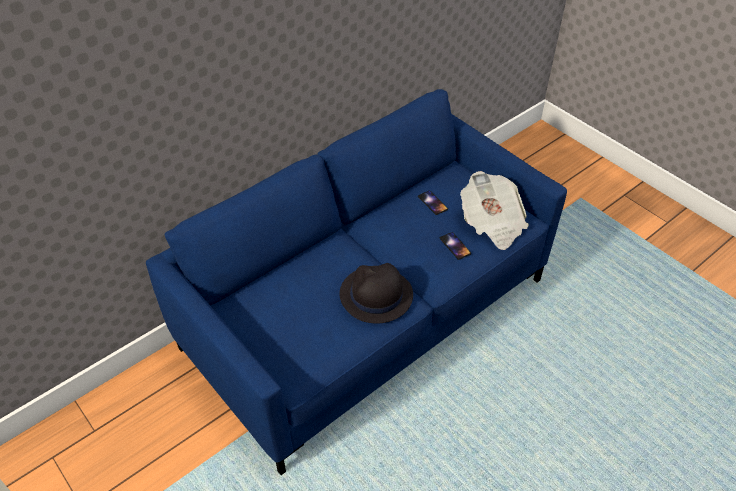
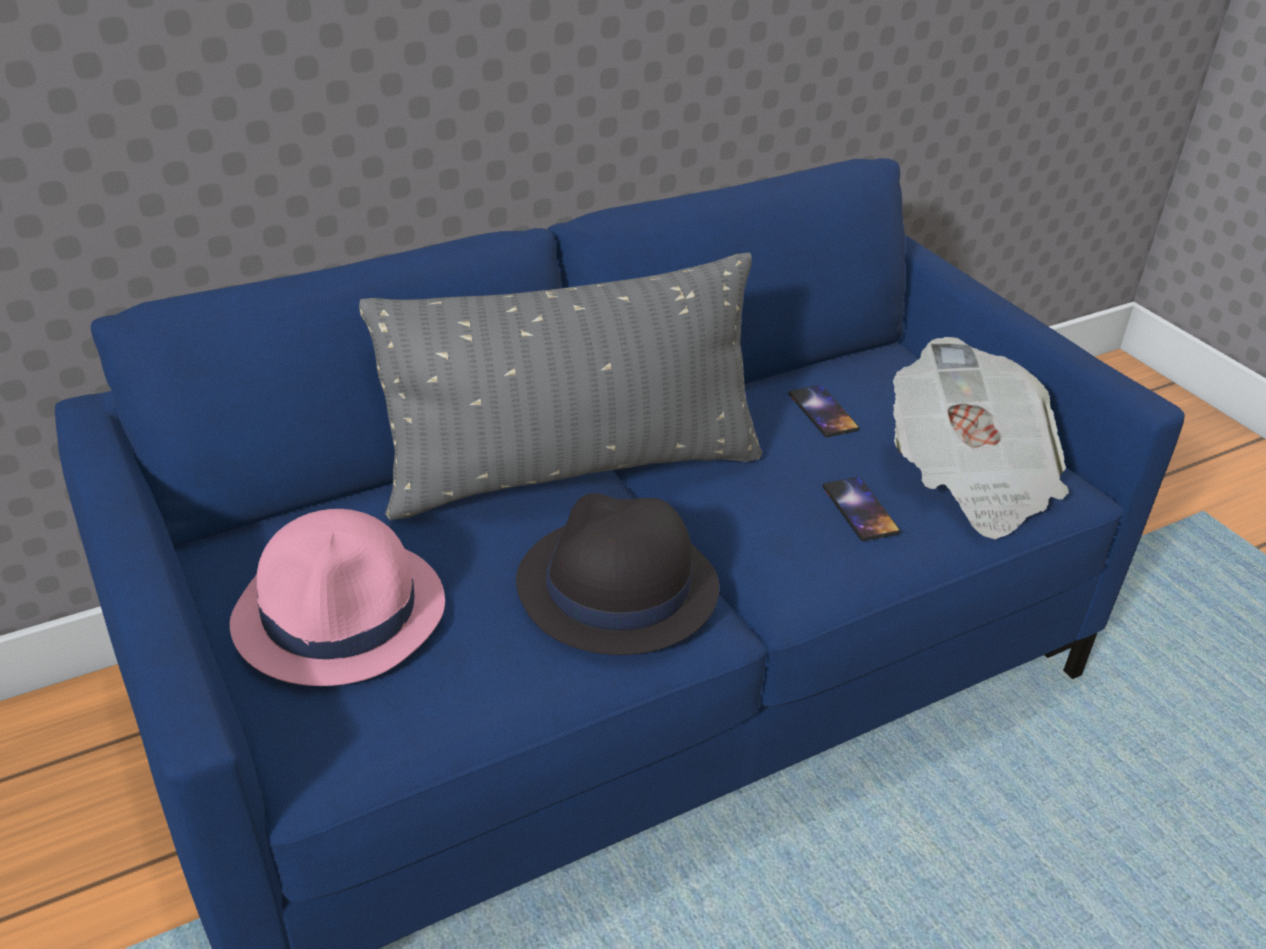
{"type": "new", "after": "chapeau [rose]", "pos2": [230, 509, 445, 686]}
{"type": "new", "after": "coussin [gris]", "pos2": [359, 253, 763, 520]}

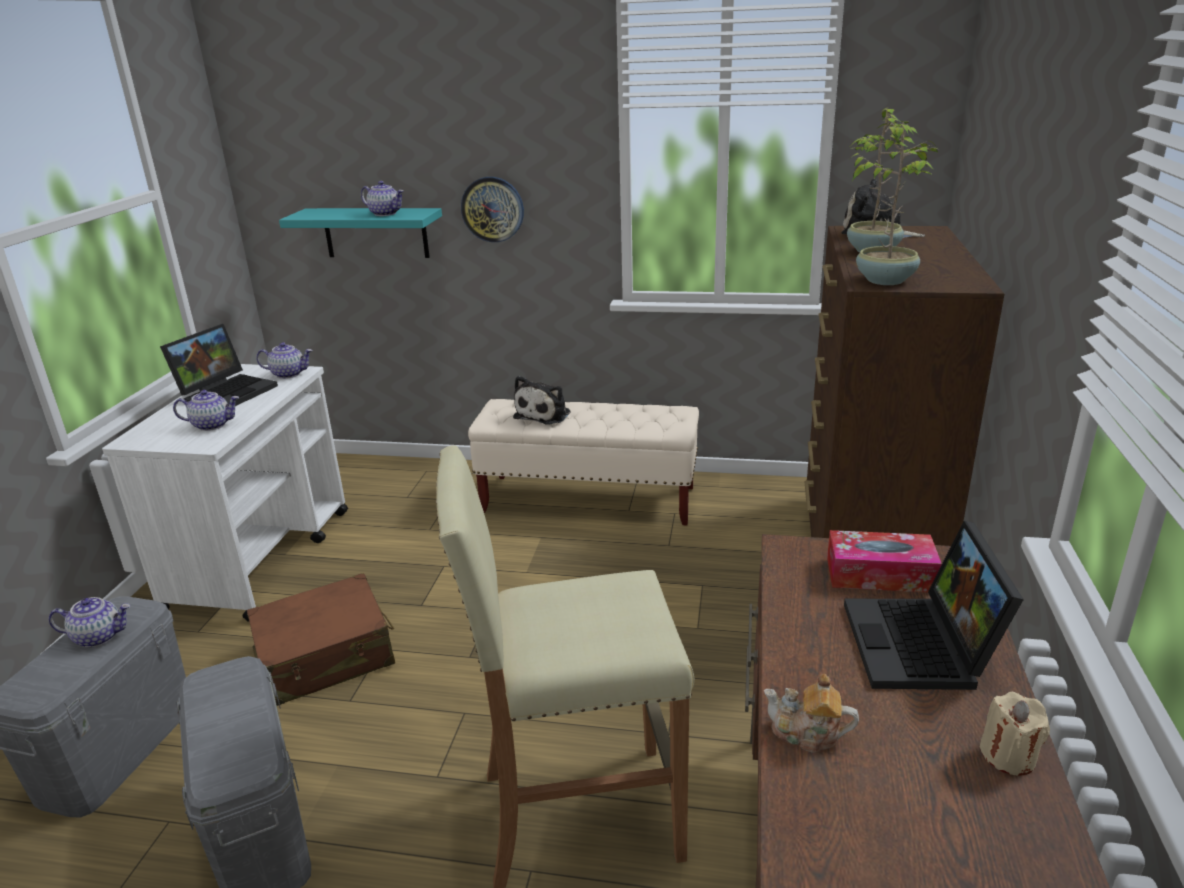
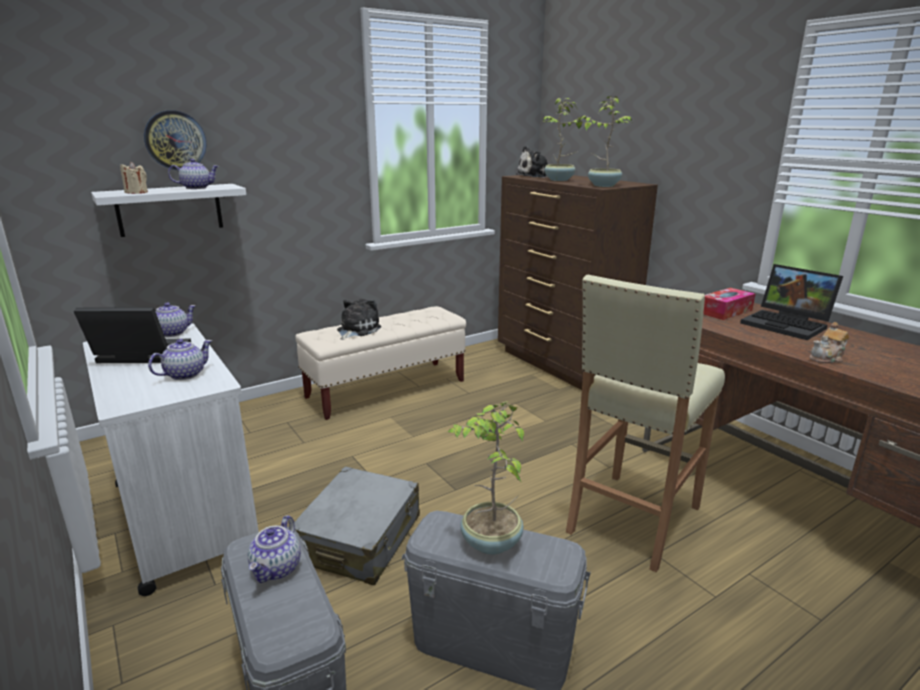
{"type": "new", "after": "plante en pot", "pos2": [448, 401, 524, 555]}
{"type": "shifted", "before": "horloge murale", "pos1": [461, 177, 524, 242], "pos2": [144, 110, 206, 170]}
{"type": "shifted", "before": "bougie [beige]", "pos1": [980, 692, 1050, 775], "pos2": [120, 162, 148, 194]}
{"type": "repainted", "before": "valise [marron]", "after": "valise [gris]", "pos1": [247, 573, 395, 706], "pos2": [294, 466, 420, 585]}
{"type": "repainted", "before": "étagère [turquoise]", "after": "étagère [blanc]", "pos1": [279, 208, 442, 258], "pos2": [91, 184, 246, 237]}
{"type": "rotated", "before": "théière", "pos1": [49, 597, 131, 647], "pos2": [248, 515, 301, 583], "turn": 150}
{"type": "rotated", "before": "ordinateur portable", "pos1": [160, 324, 278, 406], "pos2": [73, 307, 191, 363], "turn": -75}
{"type": "rotated", "before": "peluche", "pos1": [513, 376, 571, 425], "pos2": [337, 299, 381, 340], "turn": -135}

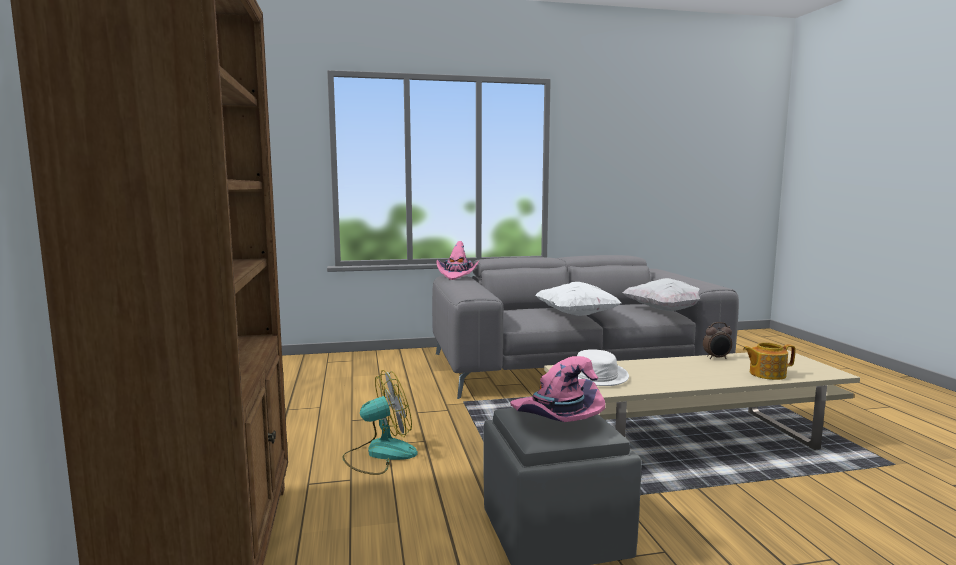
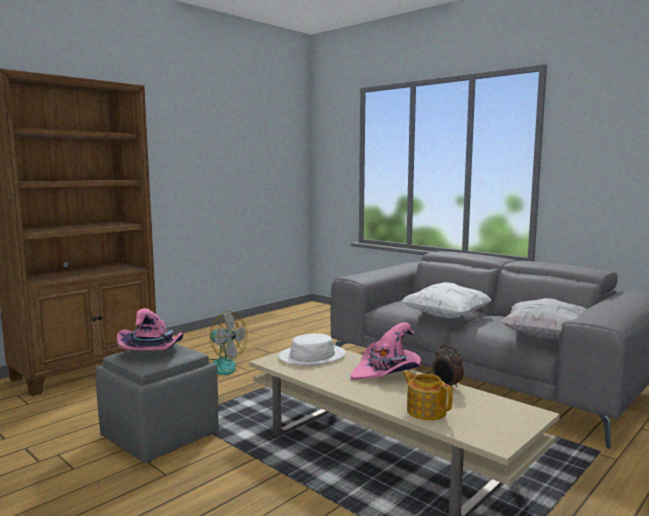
{"type": "shifted", "before": "chapeau [rose]", "pos1": [436, 241, 479, 280], "pos2": [350, 323, 421, 380]}

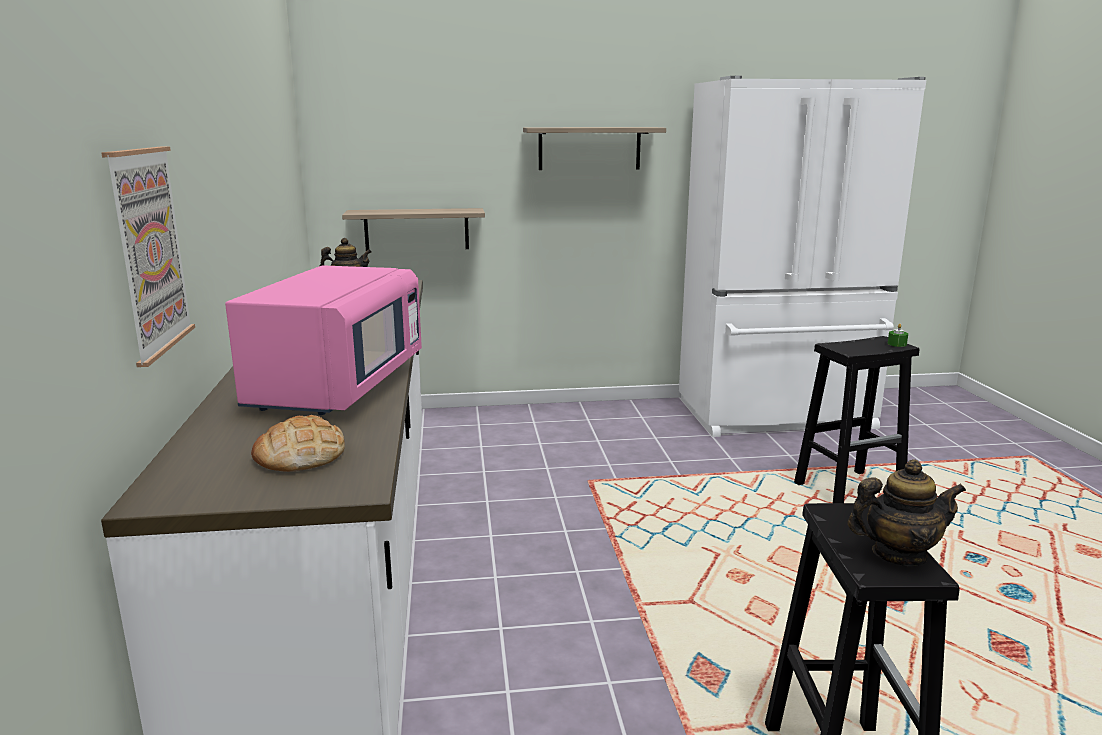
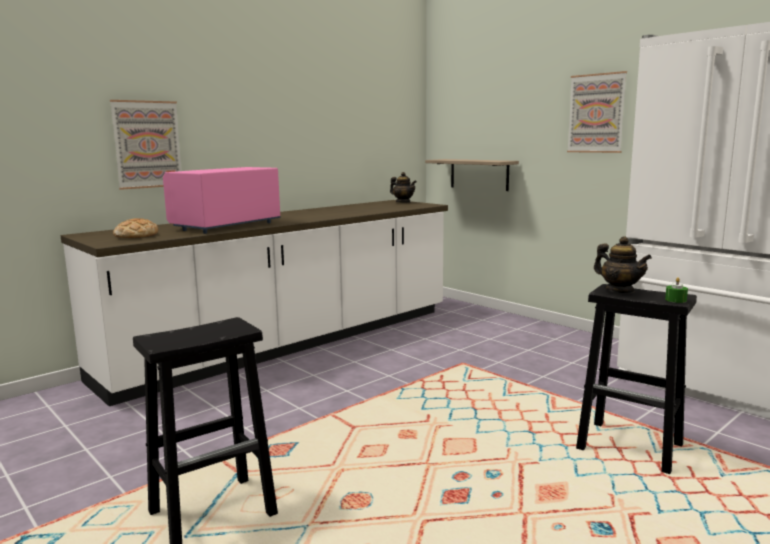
{"type": "shifted", "before": "théière", "pos1": [847, 459, 966, 566], "pos2": [594, 236, 652, 293]}
{"type": "swapped", "before": "étagère", "after": "tableau", "pos1": [523, 127, 666, 170], "pos2": [567, 71, 627, 153]}
{"type": "rotated", "before": "micro-ondes [rose]", "pos1": [225, 265, 422, 415], "pos2": [163, 167, 280, 234], "turn": 150}

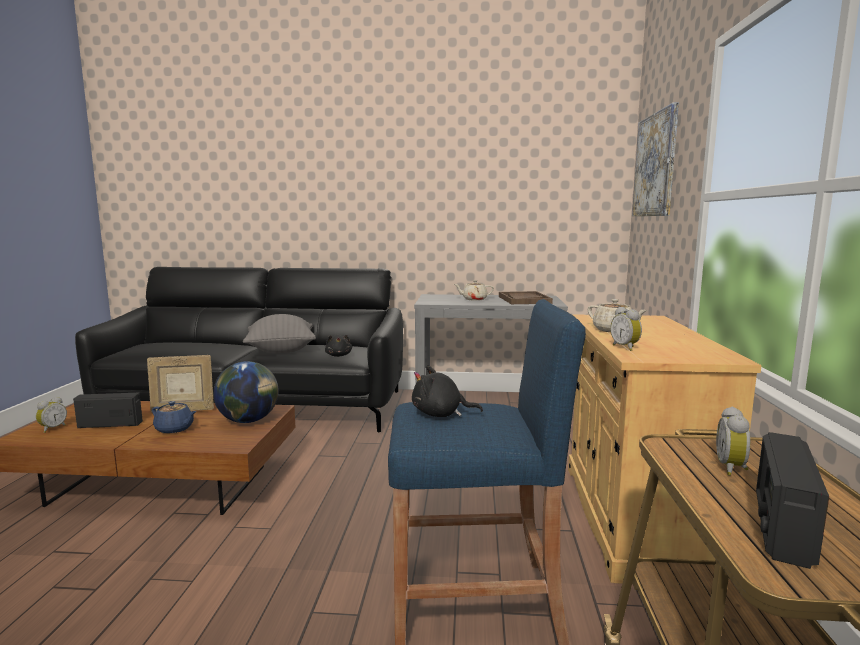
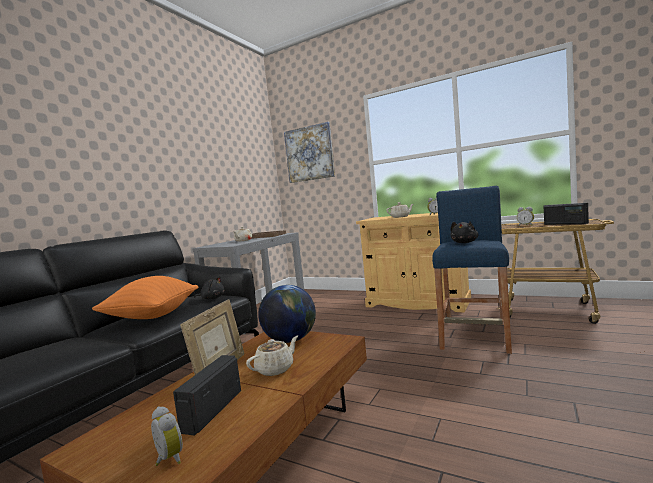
{"type": "repainted", "before": "théière [bleu]", "after": "théière [beige]", "pos1": [152, 401, 197, 434], "pos2": [246, 336, 298, 376]}
{"type": "repainted", "before": "coussin [gris]", "after": "coussin [orange]", "pos1": [243, 314, 316, 353], "pos2": [92, 276, 198, 319]}

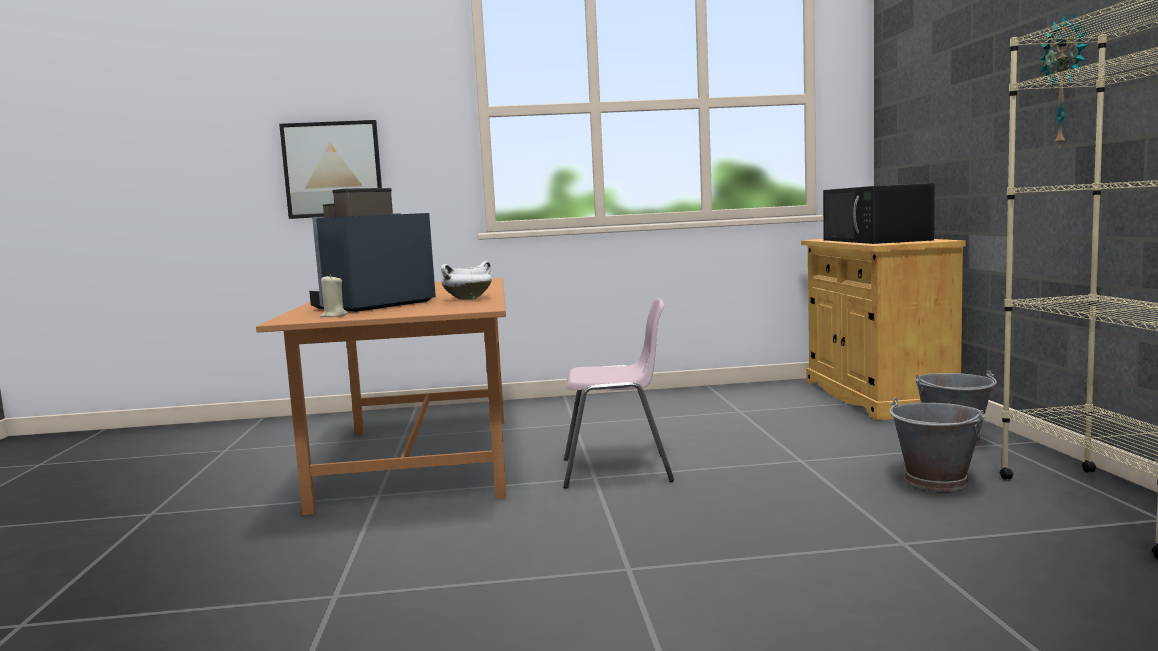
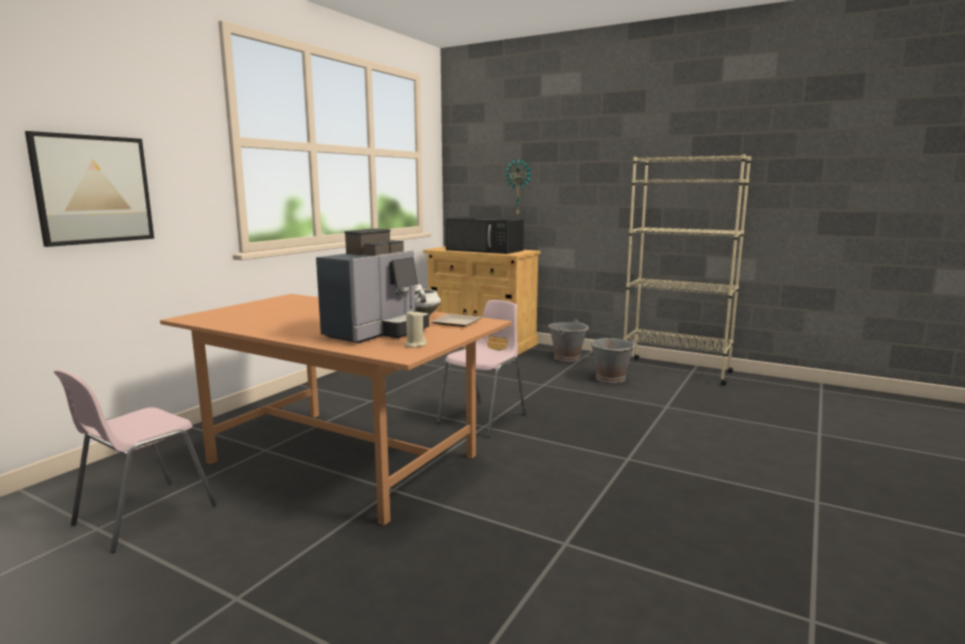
{"type": "new", "after": "chaise [rose]", "pos2": [54, 369, 217, 553]}
{"type": "new", "after": "assiette", "pos2": [431, 314, 482, 327]}
{"type": "shifted", "before": "horloge murale", "pos1": [1039, 14, 1088, 148], "pos2": [504, 158, 533, 217]}
{"type": "rotated", "before": "machine à café", "pos1": [309, 188, 436, 312], "pos2": [316, 228, 429, 343], "turn": -135}

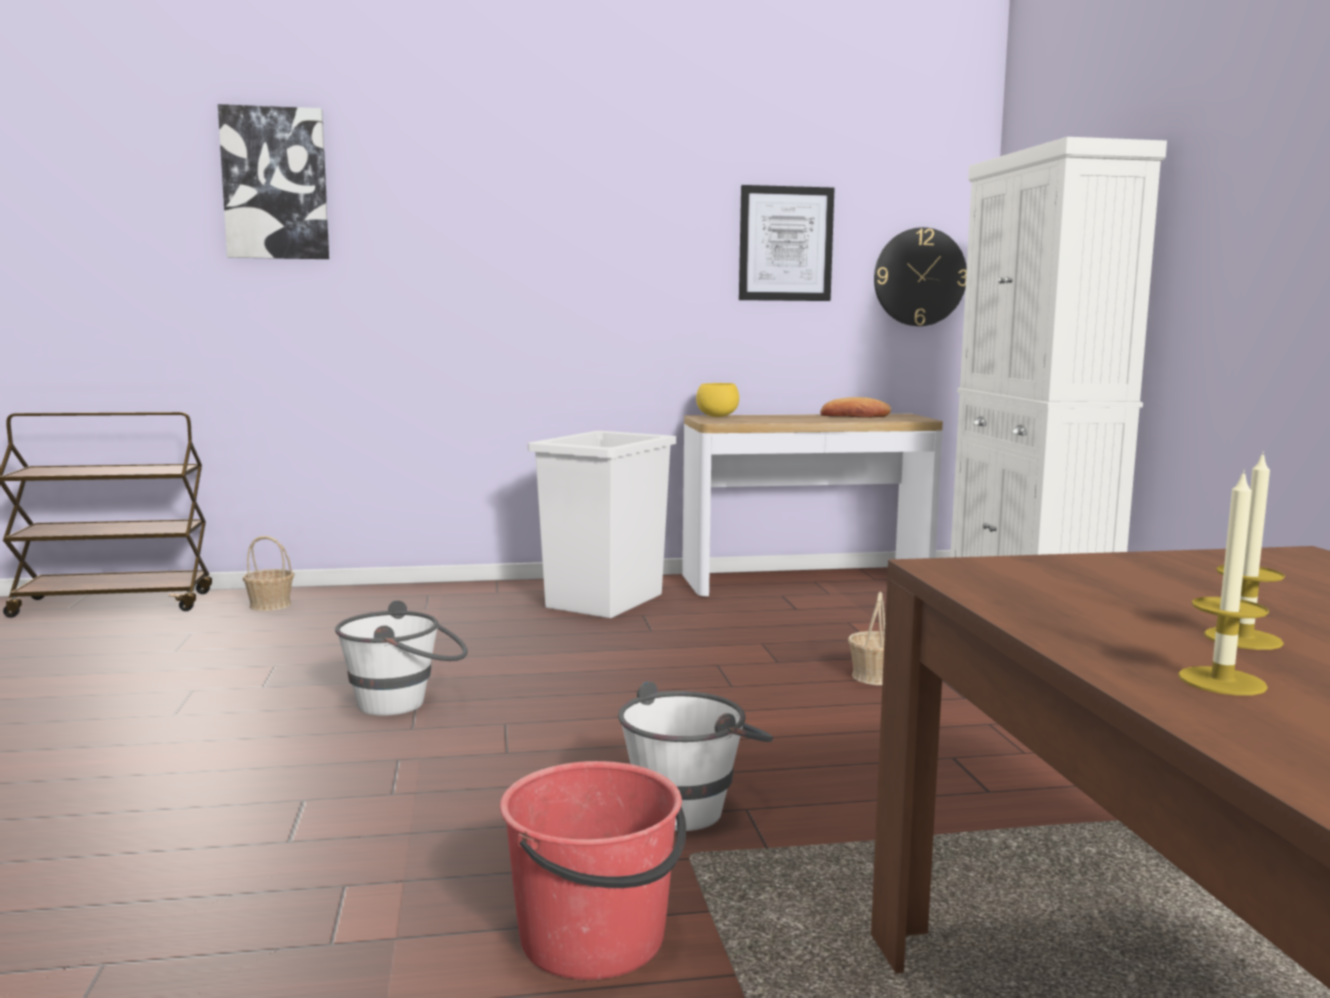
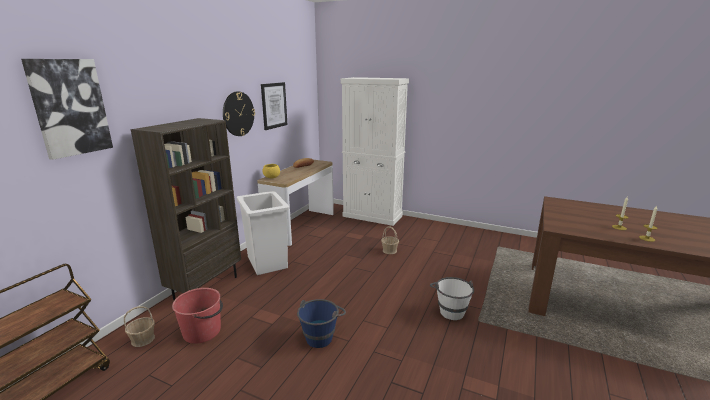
{"type": "new", "after": "bibliothèque [marron]", "pos2": [131, 118, 241, 300]}
{"type": "shifted", "before": "seau [rouge]", "pos1": [500, 761, 686, 980], "pos2": [172, 288, 223, 344]}
{"type": "shifted", "before": "horloge murale", "pos1": [874, 227, 967, 326], "pos2": [223, 92, 255, 136]}
{"type": "repainted", "before": "seau [blanc]", "after": "seau [bleu]", "pos1": [335, 600, 468, 716], "pos2": [297, 299, 346, 348]}

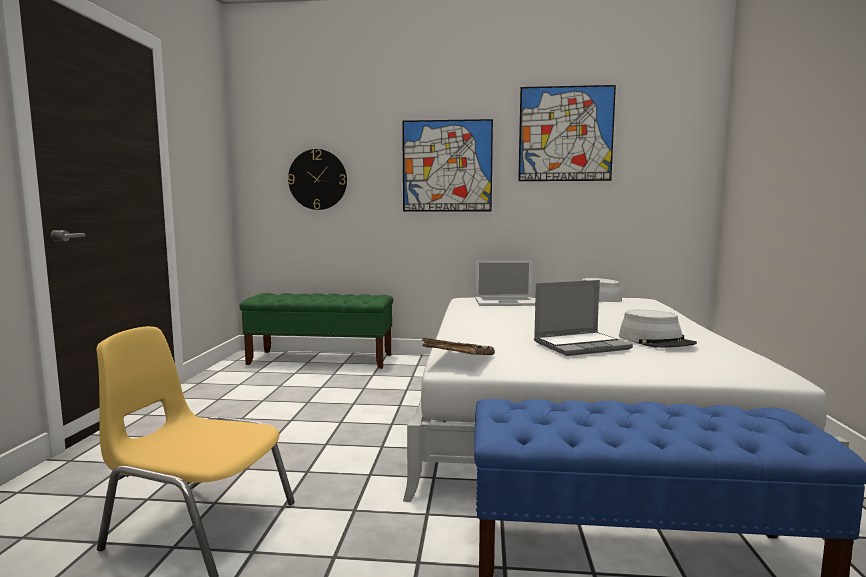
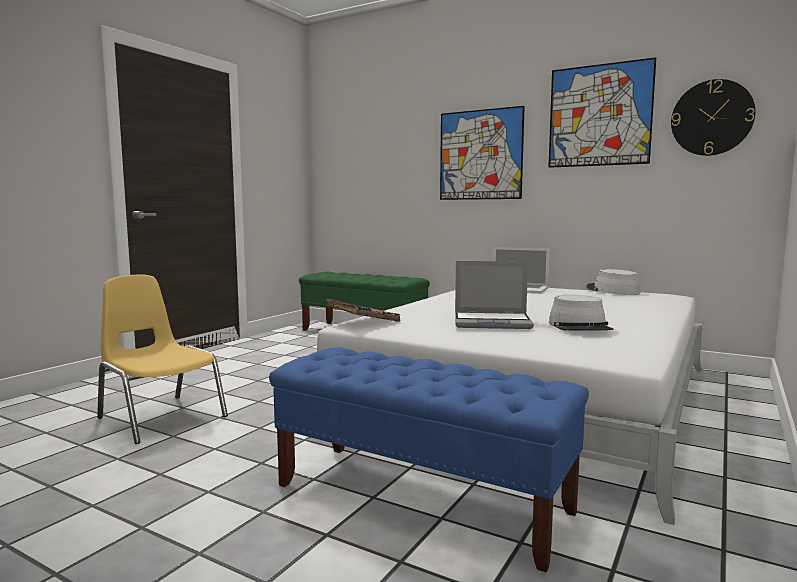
{"type": "shifted", "before": "horloge murale", "pos1": [288, 149, 347, 210], "pos2": [671, 79, 755, 156]}

